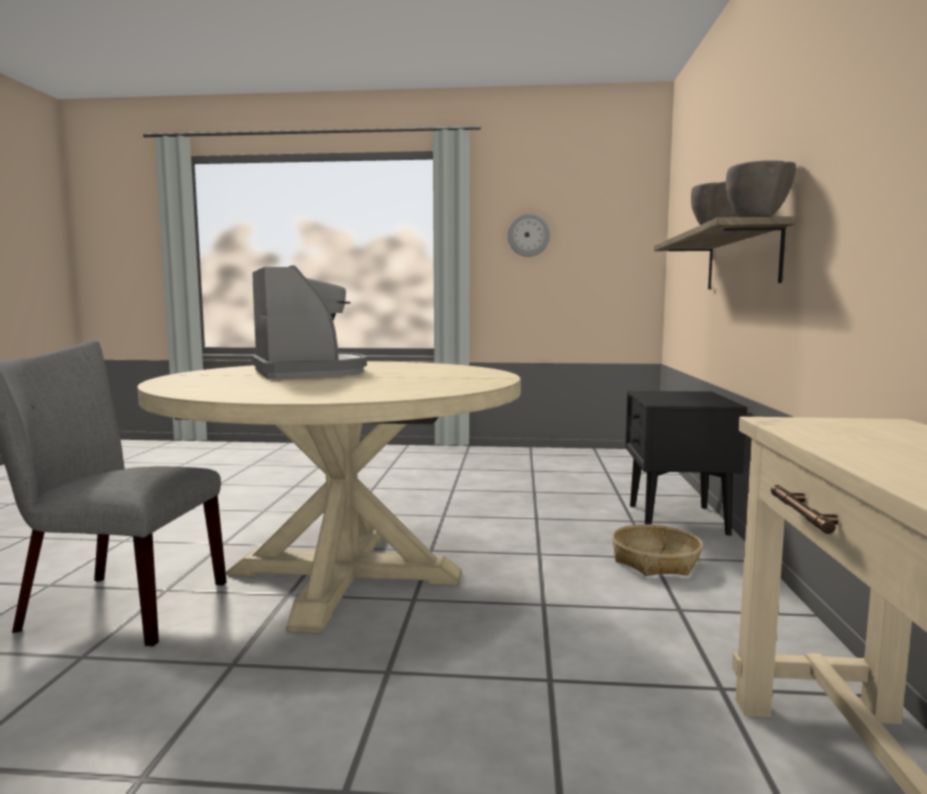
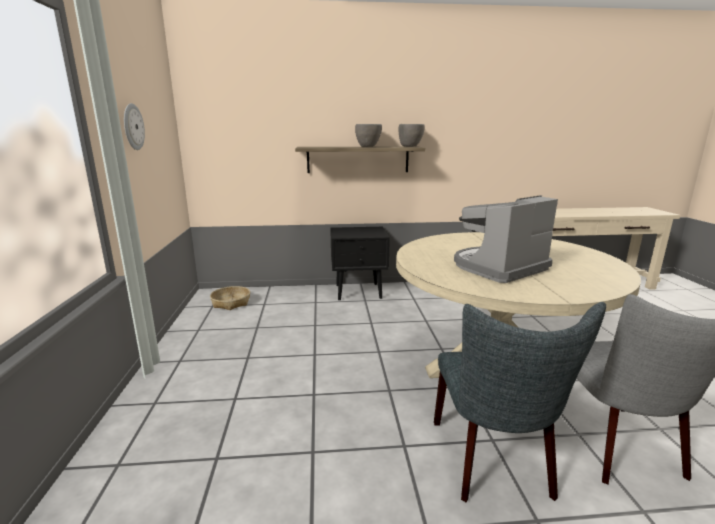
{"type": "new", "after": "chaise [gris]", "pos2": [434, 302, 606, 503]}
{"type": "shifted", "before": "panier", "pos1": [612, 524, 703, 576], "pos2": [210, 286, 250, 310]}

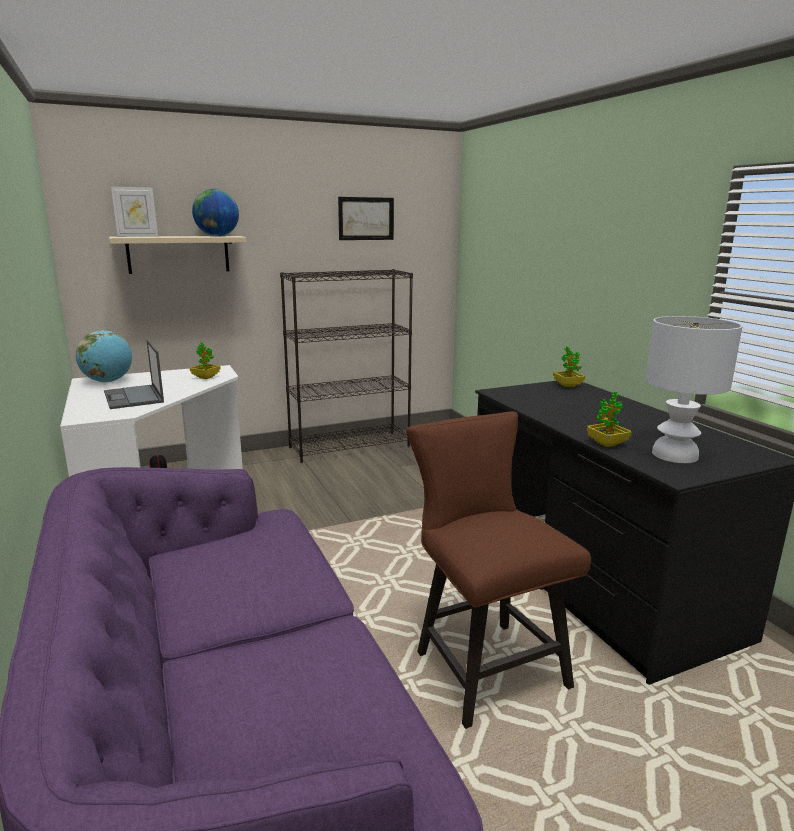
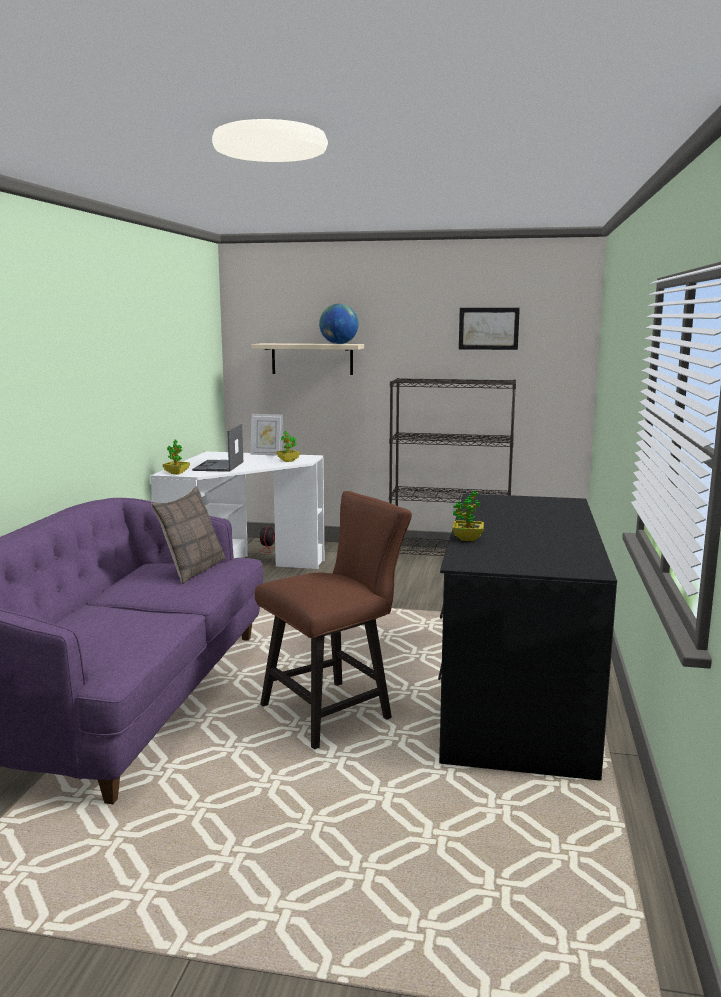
{"type": "gone", "before": "globe", "pos1": [76, 330, 132, 383]}
{"type": "gone", "before": "lampe de table [blanc]", "pos1": [645, 316, 742, 463]}
{"type": "new", "after": "coussin", "pos2": [151, 486, 225, 584]}
{"type": "shifted", "before": "cadre photo", "pos1": [111, 187, 158, 237], "pos2": [251, 414, 283, 456]}
{"type": "shifted", "before": "plante en pot", "pos1": [553, 346, 585, 387], "pos2": [163, 440, 190, 475]}
{"type": "rotated", "before": "chaise [marron]", "pos1": [406, 411, 591, 729], "pos2": [255, 491, 412, 750], "turn": 45}

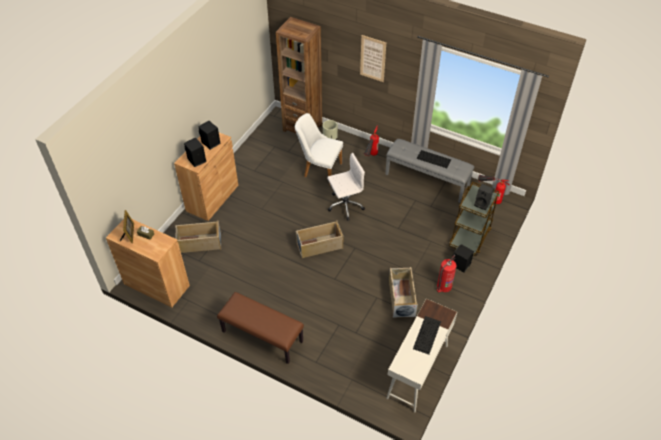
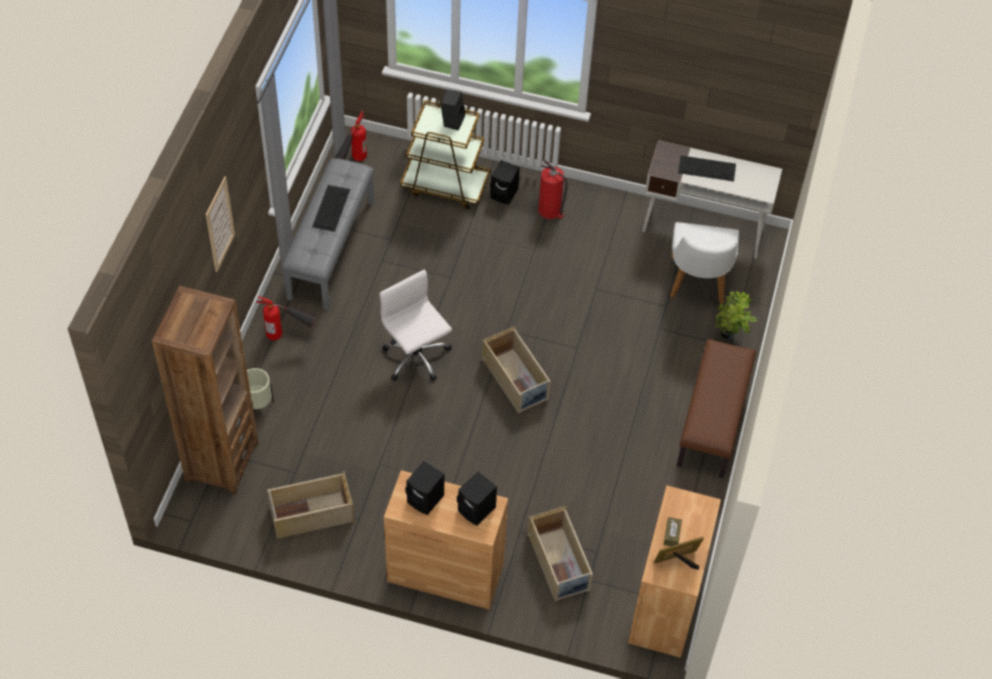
{"type": "new", "after": "plante en pot", "pos2": [716, 291, 757, 339]}
{"type": "shifted", "before": "chaise [blanc]", "pos1": [295, 113, 343, 186], "pos2": [670, 222, 739, 304]}
{"type": "shifted", "before": "boîte de rangement [beige]", "pos1": [389, 267, 418, 318], "pos2": [267, 471, 354, 539]}

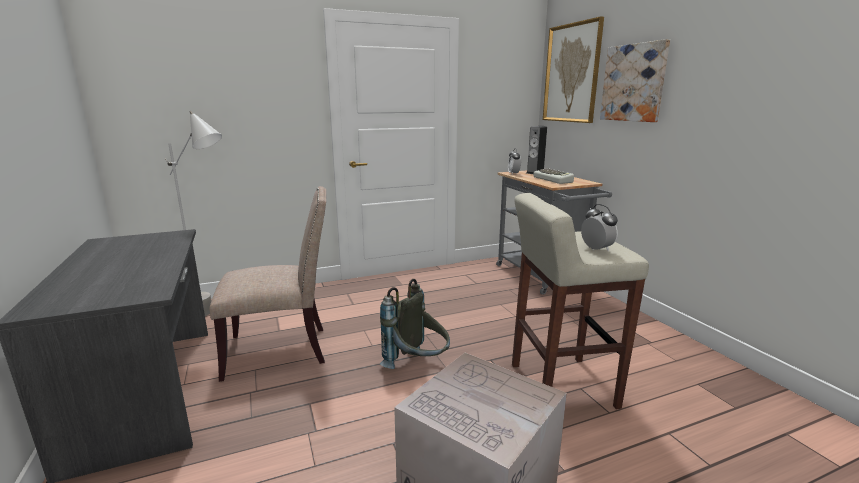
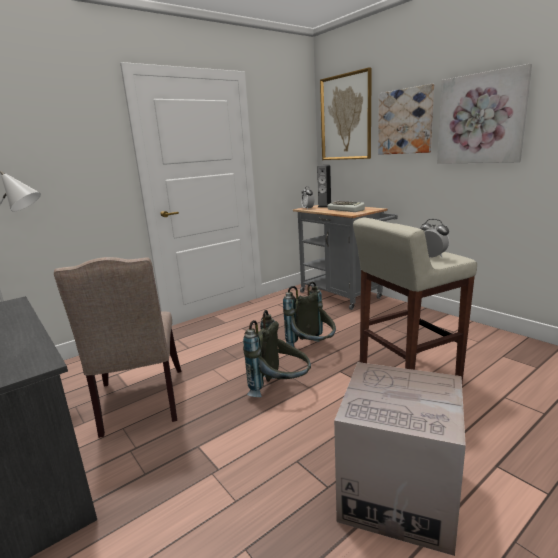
{"type": "new", "after": "sac à dos [gris]", "pos2": [283, 282, 336, 347]}
{"type": "new", "after": "tableau", "pos2": [437, 64, 532, 164]}
{"type": "rotated", "before": "chaise [beige]", "pos1": [209, 186, 326, 382], "pos2": [54, 257, 181, 438], "turn": 105}

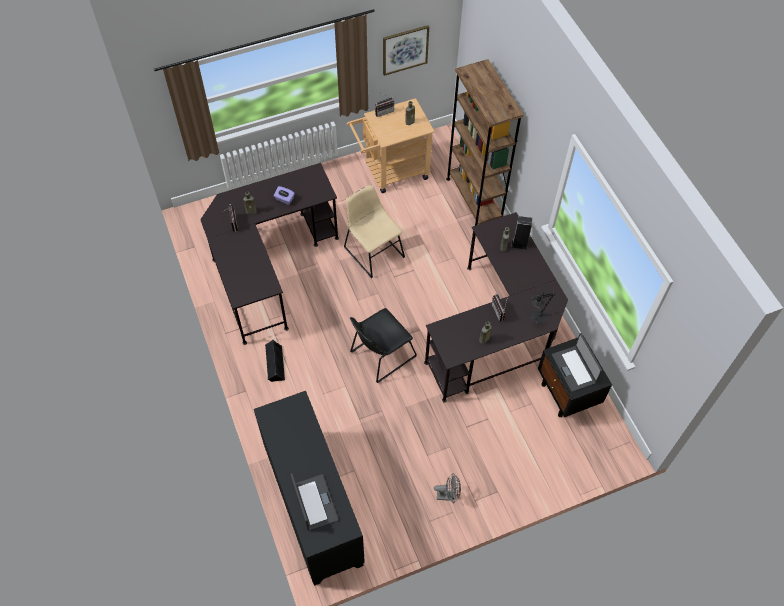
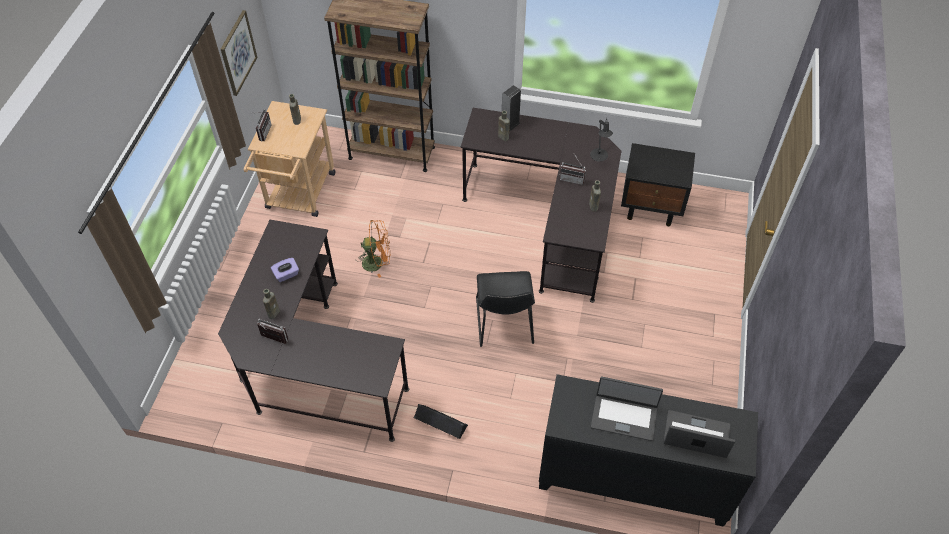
{"type": "gone", "before": "ventilateur [gris]", "pos1": [434, 473, 461, 503]}
{"type": "shifted", "before": "ordinateur portable", "pos1": [552, 333, 602, 392], "pos2": [591, 377, 663, 441]}
{"type": "swapped", "before": "chaise [beige]", "after": "ventilateur [orange]", "pos1": [344, 185, 405, 278], "pos2": [356, 220, 391, 278]}

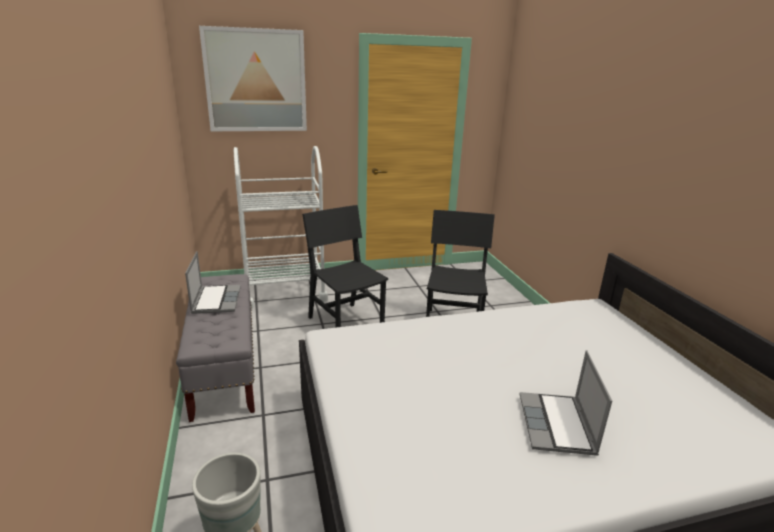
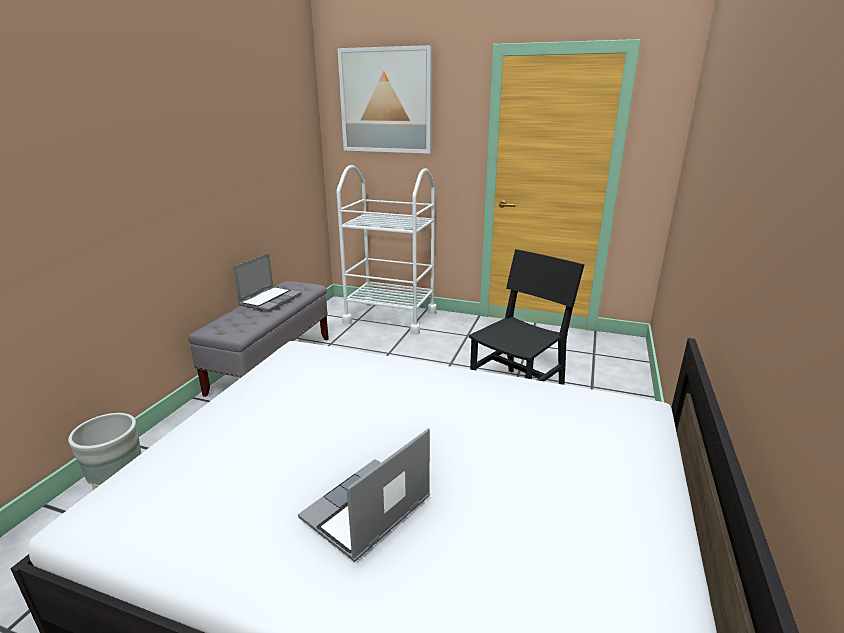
{"type": "gone", "before": "chaise [noir]", "pos1": [302, 205, 388, 327]}

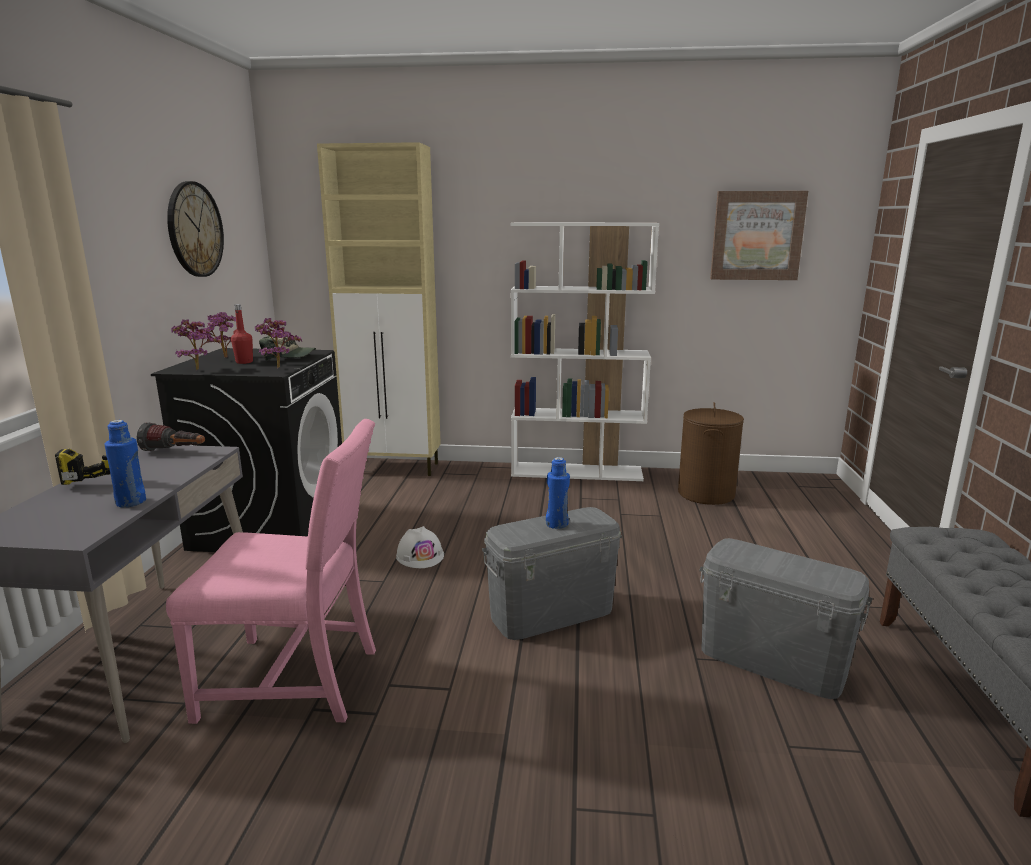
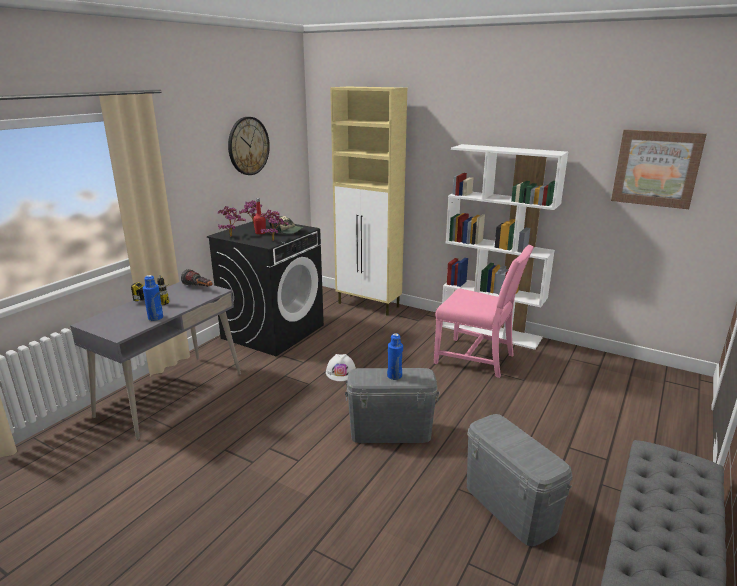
{"type": "gone", "before": "panier à linge [marron]", "pos1": [678, 402, 744, 505]}
{"type": "shifted", "before": "chaise [rose]", "pos1": [166, 419, 376, 724], "pos2": [434, 245, 534, 378]}

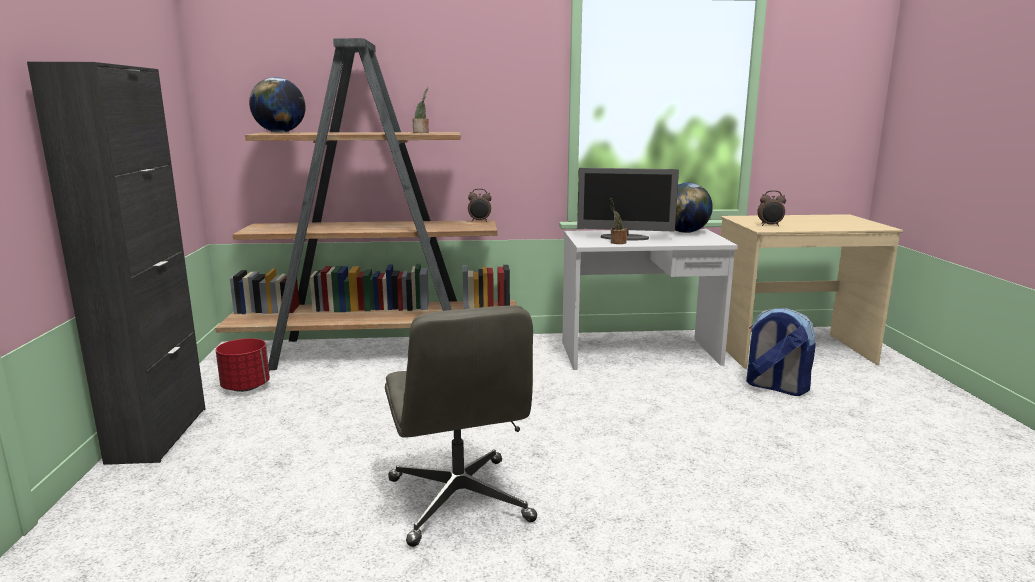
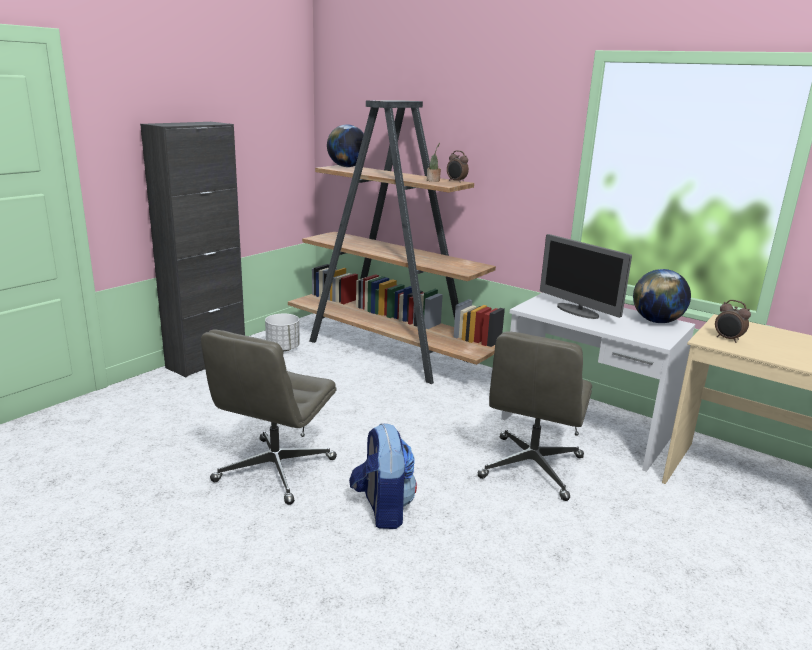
{"type": "gone", "before": "plante en pot", "pos1": [610, 198, 627, 244]}
{"type": "new", "after": "chaise de bureau [gris]", "pos2": [478, 331, 592, 501]}
{"type": "shifted", "before": "réveil", "pos1": [468, 189, 492, 222], "pos2": [447, 151, 469, 183]}
{"type": "shifted", "before": "sac à dos", "pos1": [746, 308, 815, 396], "pos2": [349, 423, 417, 529]}
{"type": "repainted", "before": "cache-pot [rouge]", "after": "cache-pot [blanc]", "pos1": [216, 338, 270, 392], "pos2": [265, 314, 300, 351]}

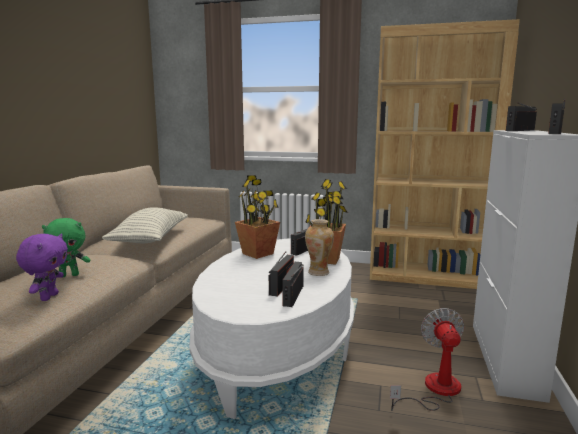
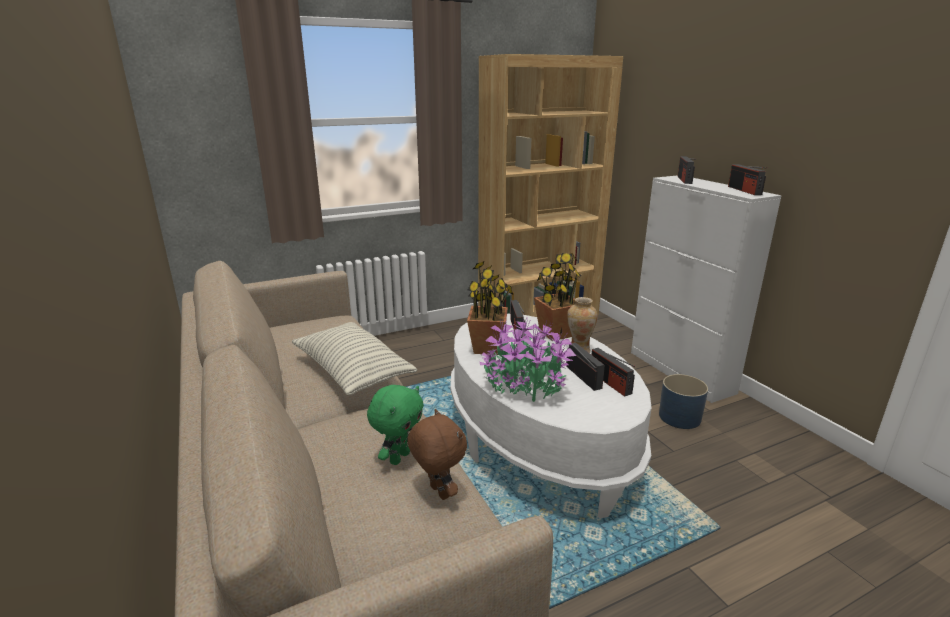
{"type": "new", "after": "plante en pot", "pos2": [480, 317, 576, 402]}
{"type": "swapped", "before": "ventilateur", "after": "cache-pot [bleu]", "pos1": [390, 308, 464, 411], "pos2": [659, 374, 708, 429]}
{"type": "repainted", "before": "peluche [violet]", "after": "peluche [marron]", "pos1": [16, 234, 68, 301], "pos2": [407, 409, 467, 500]}

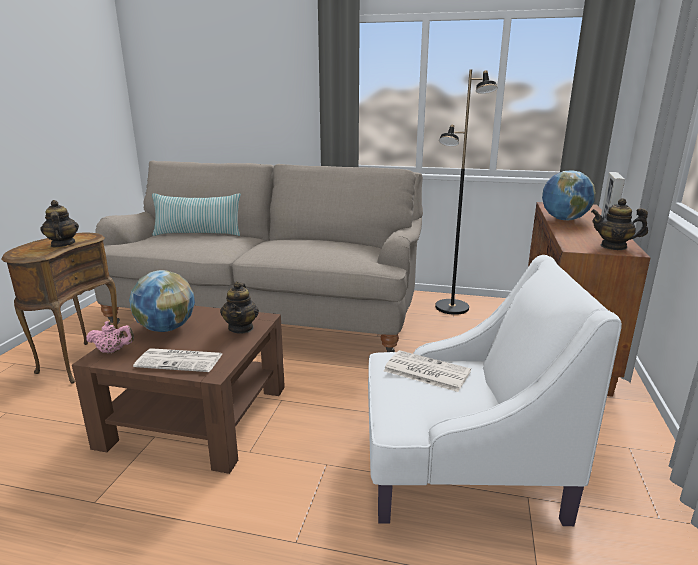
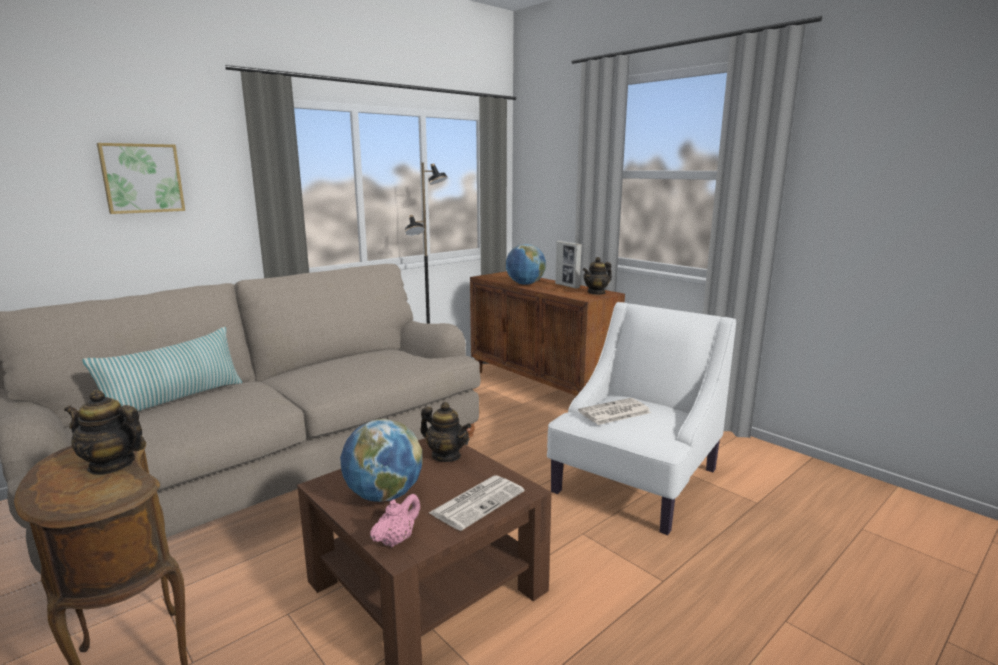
{"type": "new", "after": "tableau", "pos2": [97, 143, 185, 214]}

